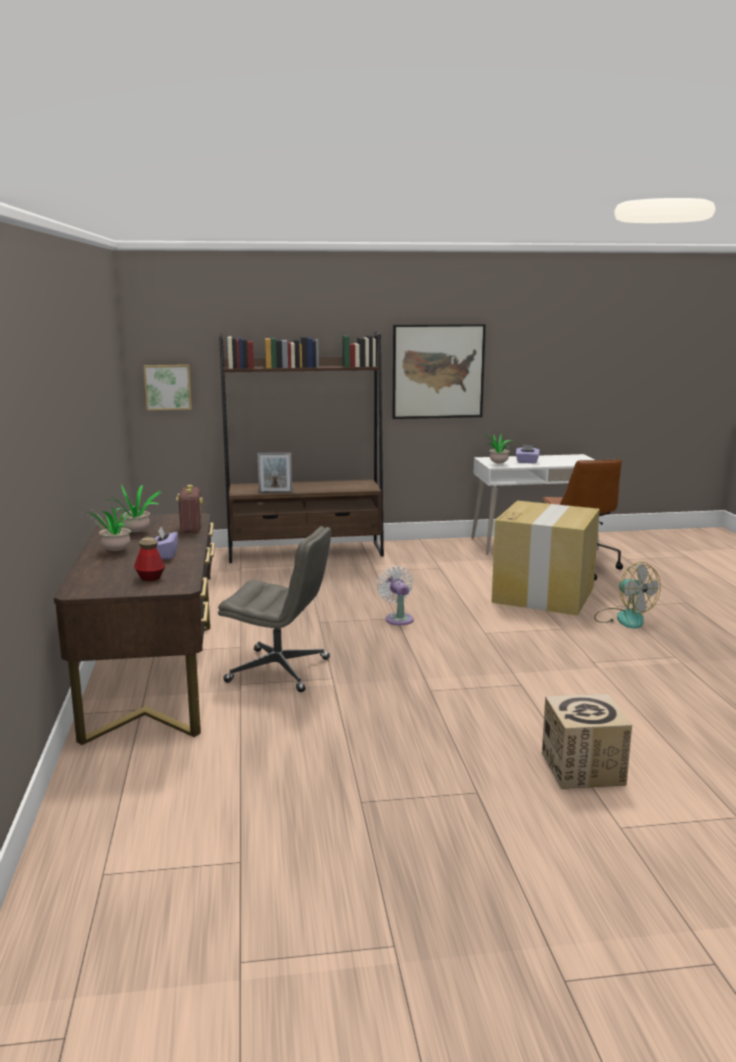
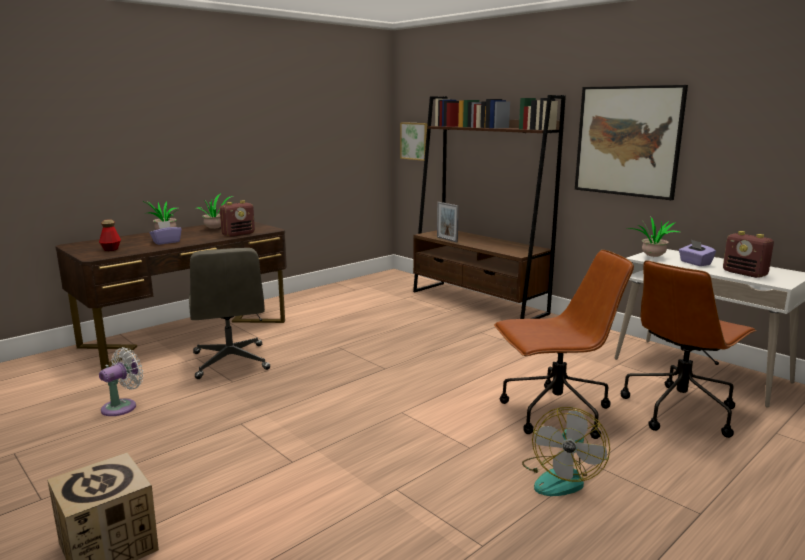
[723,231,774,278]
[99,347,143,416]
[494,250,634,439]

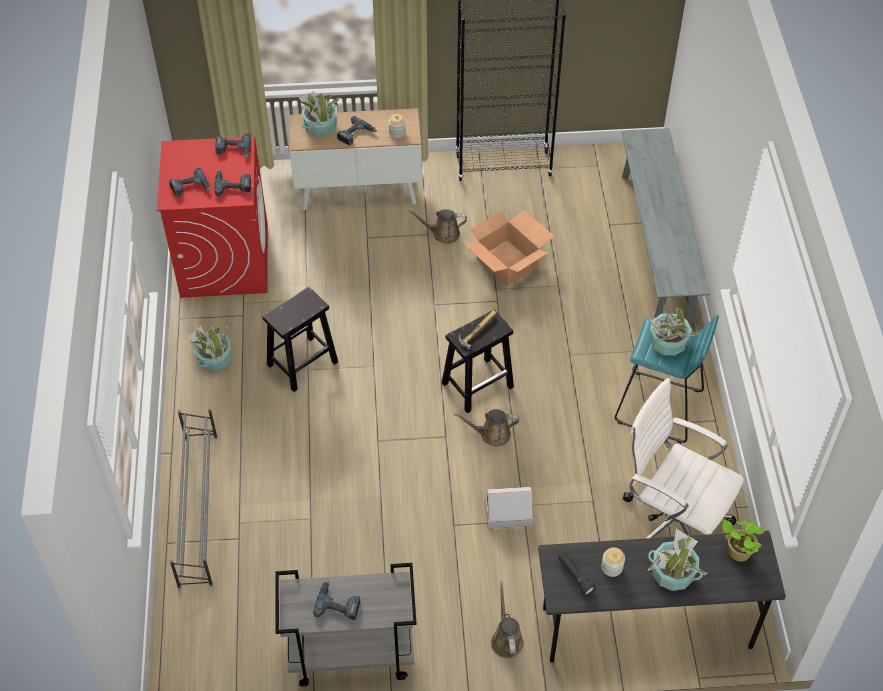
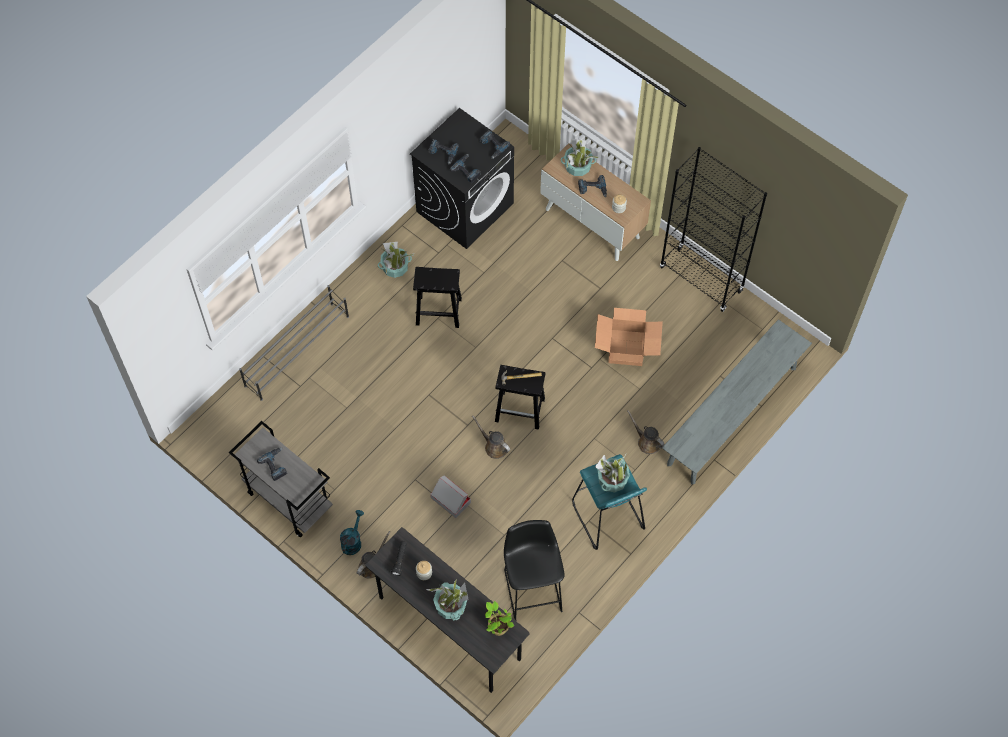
[340,510,364,555]
[627,410,665,454]
[504,520,565,621]
[410,108,514,249]

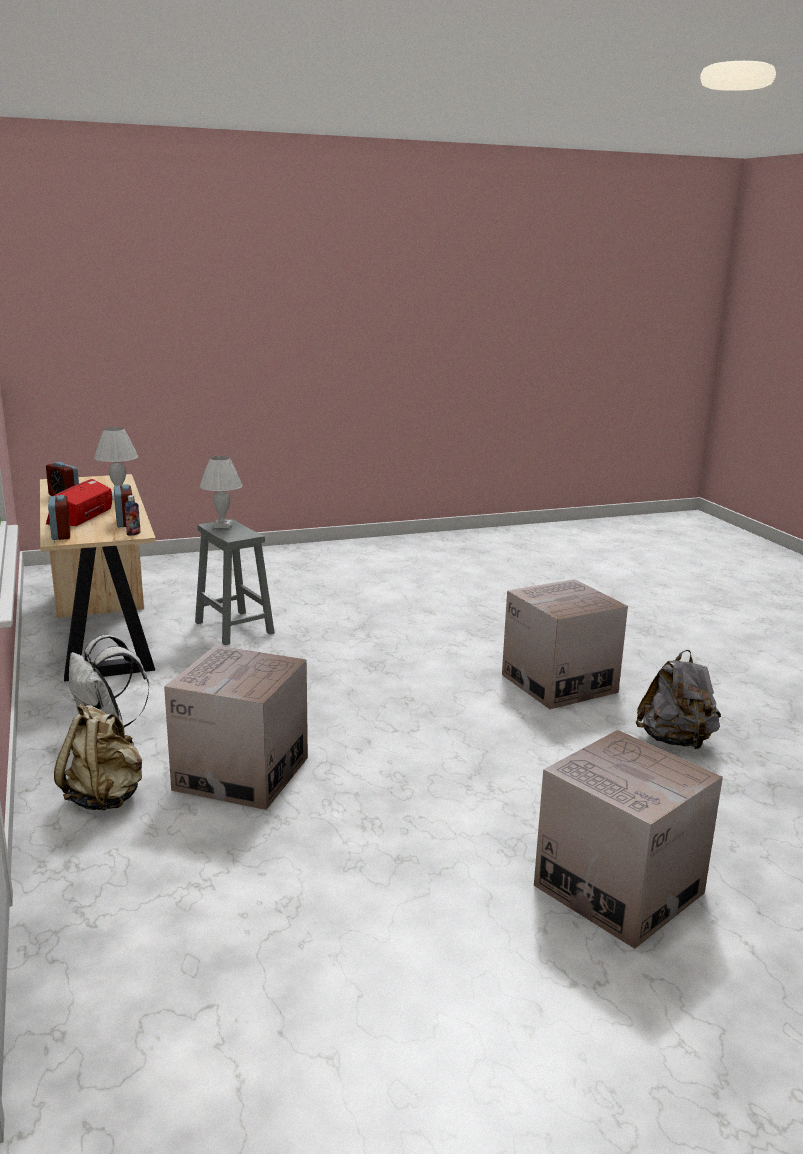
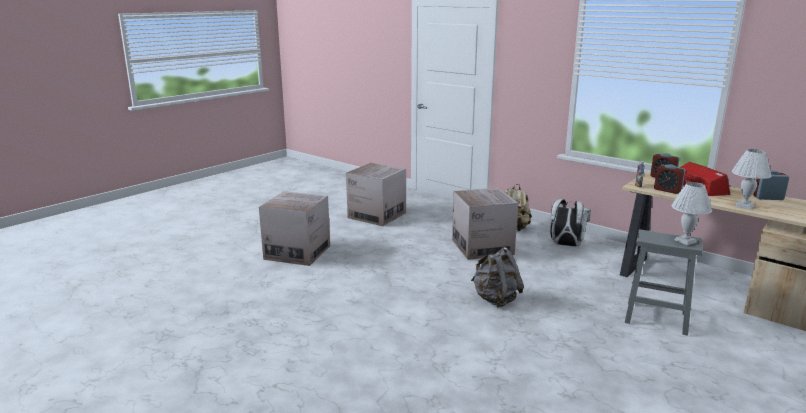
[346,163,406,226]
[471,247,524,308]

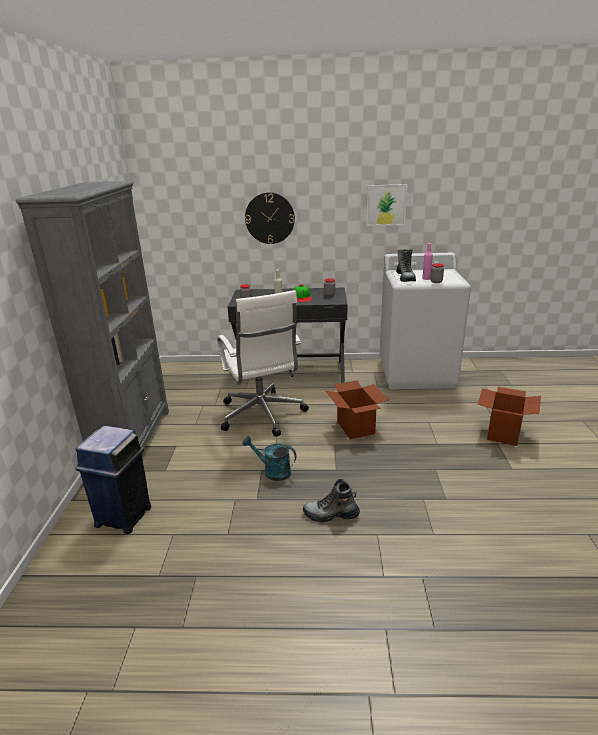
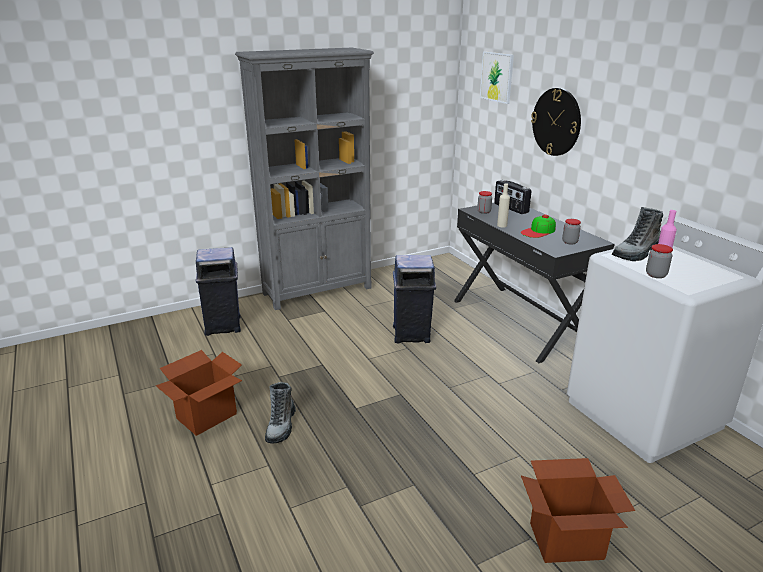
[242,436,296,481] (first image)
[494,180,531,214]
[156,350,242,436]
[480,51,514,104]
[393,255,436,343]
[265,382,296,444]

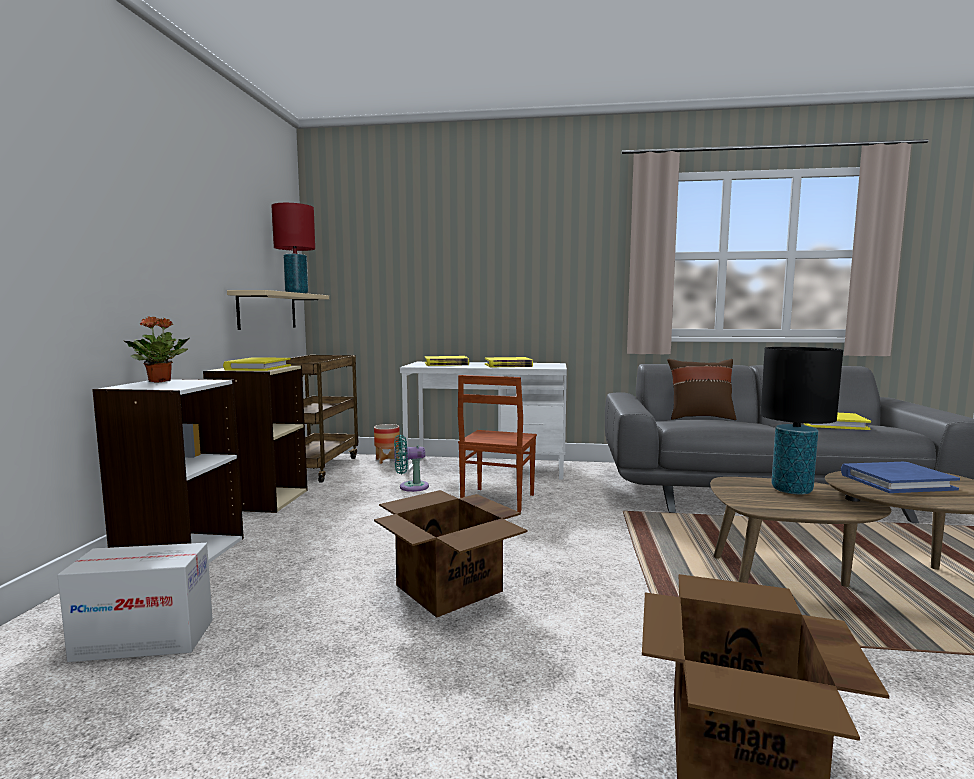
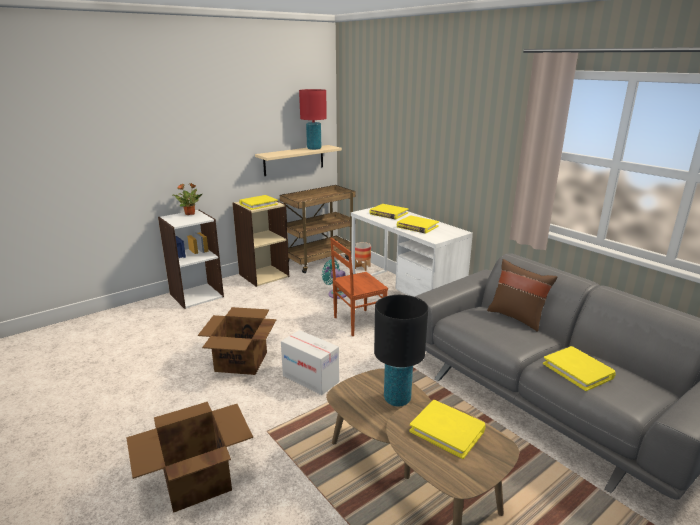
[281,330,339,395]
[409,400,486,459]

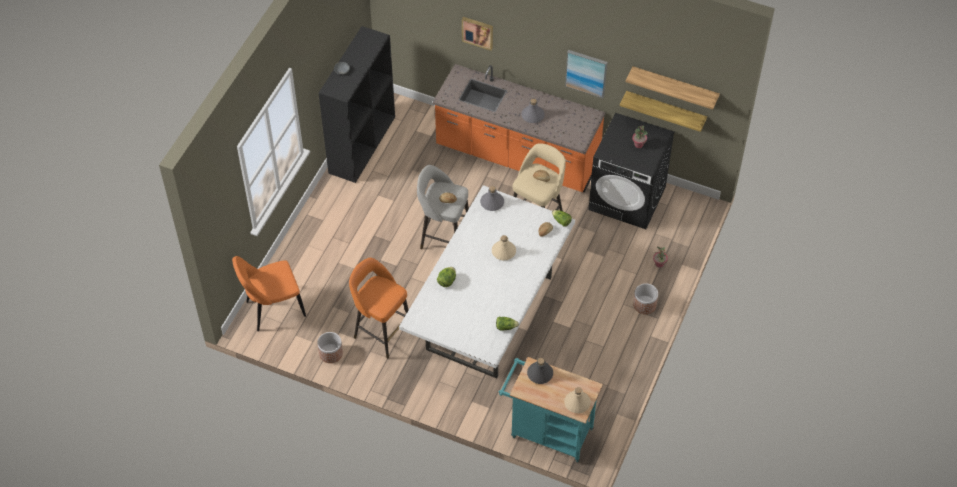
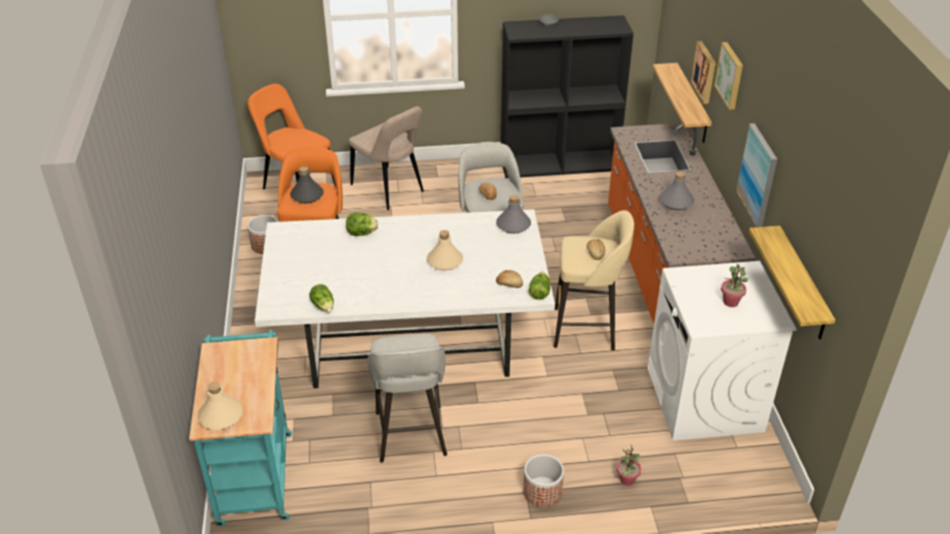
[349,106,424,210]
[368,333,447,463]
[714,42,743,110]
[290,166,324,203]
[653,63,712,143]
[647,261,797,441]

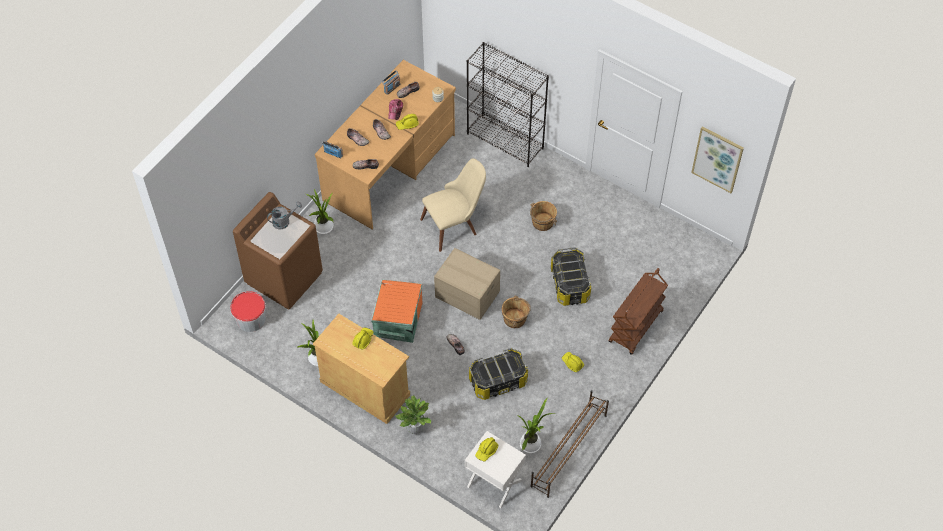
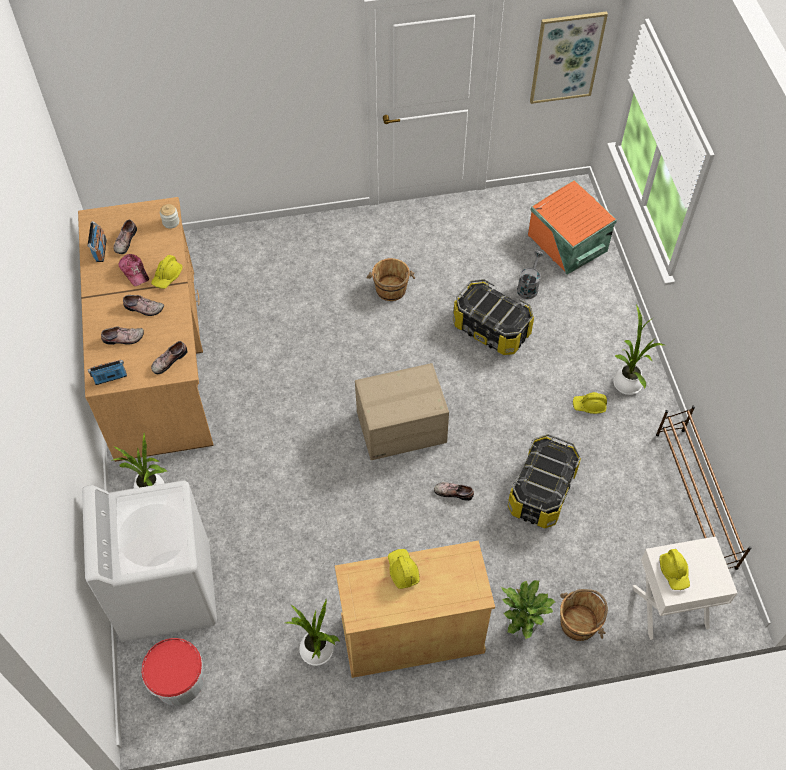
[420,158,486,252] (first image)
[467,42,549,167] (first image)
[609,268,668,355] (first image)
[517,251,543,299]
[528,180,617,274]
[560,589,608,641]
[613,304,664,395]
[82,481,217,641]

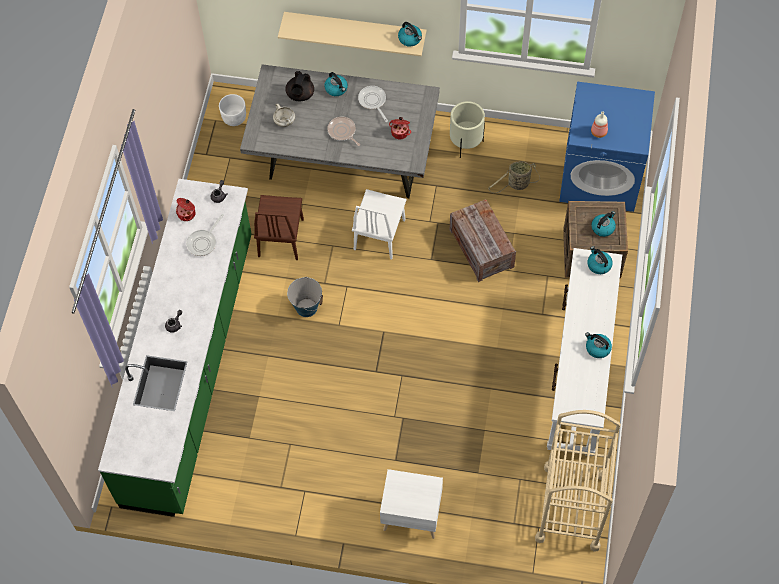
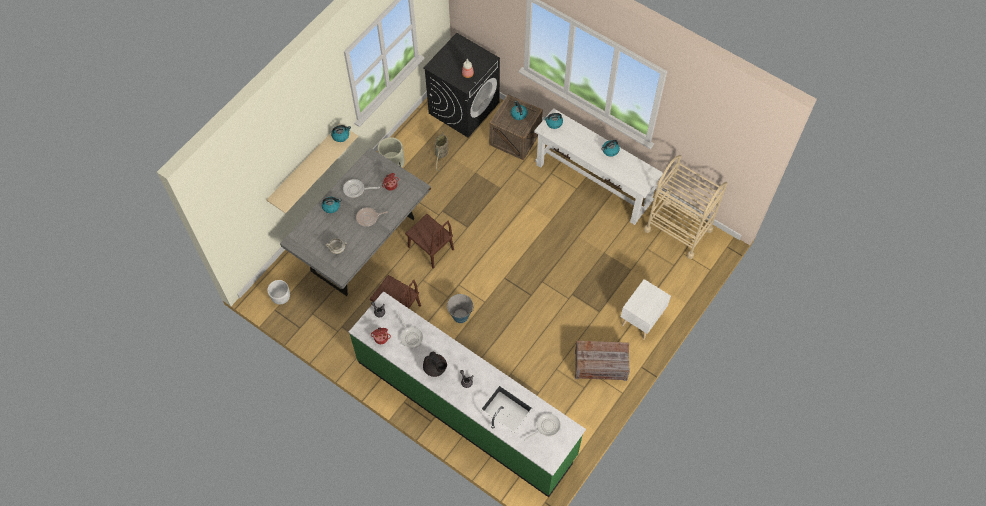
[524,413,561,441]
[423,352,447,377]
[575,341,630,381]
[405,214,454,269]
[423,33,500,137]

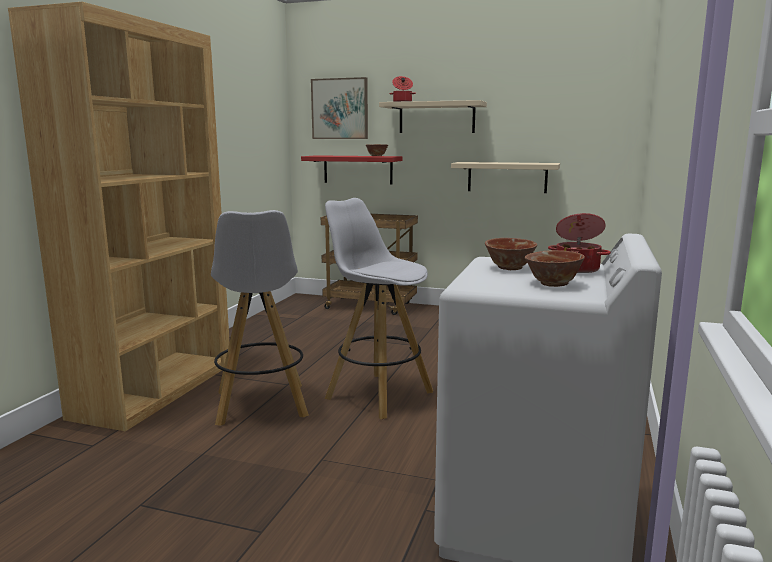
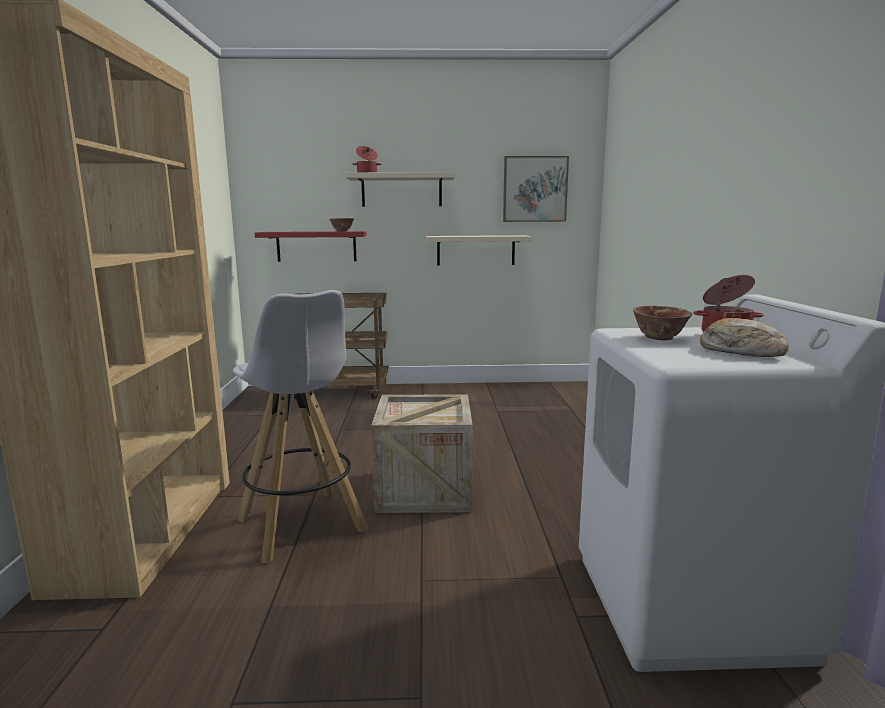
[503,156,569,222]
[371,394,473,513]
[700,318,789,357]

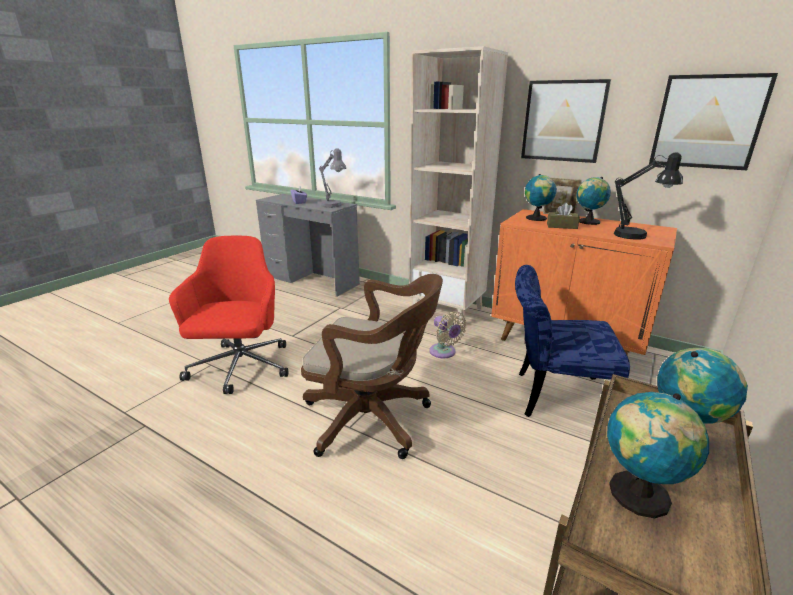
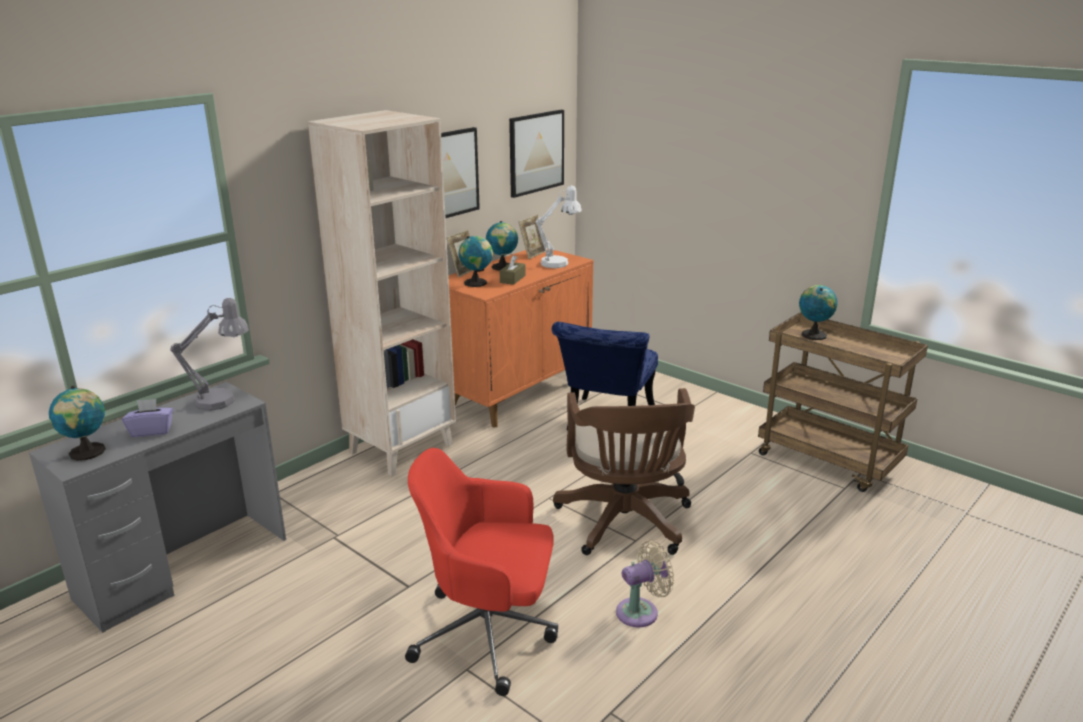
[519,215,546,259]
[616,541,674,627]
[49,386,105,461]
[535,185,582,268]
[553,388,695,555]

